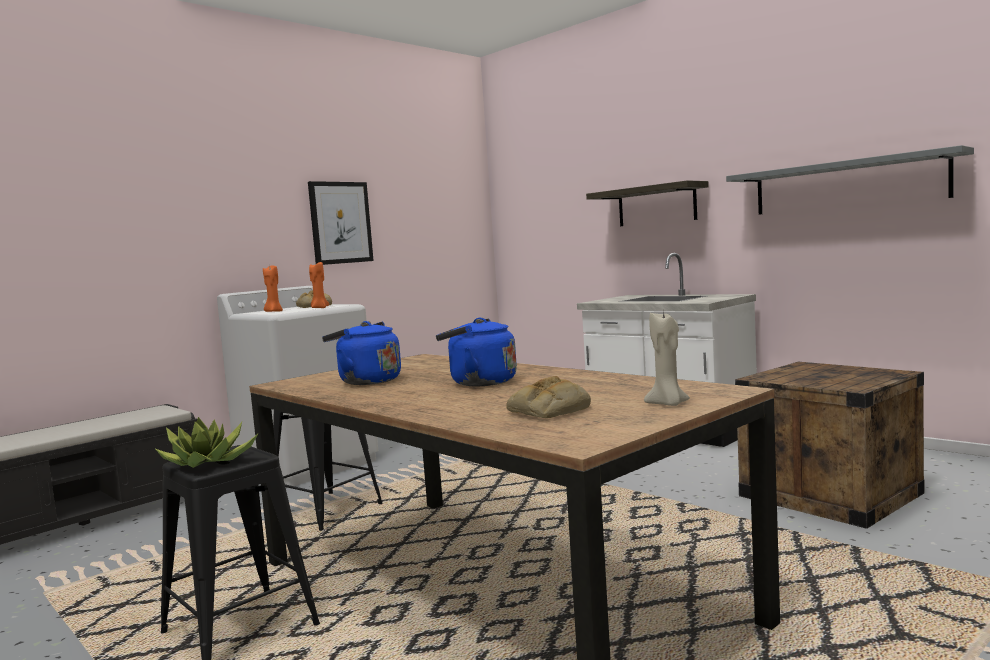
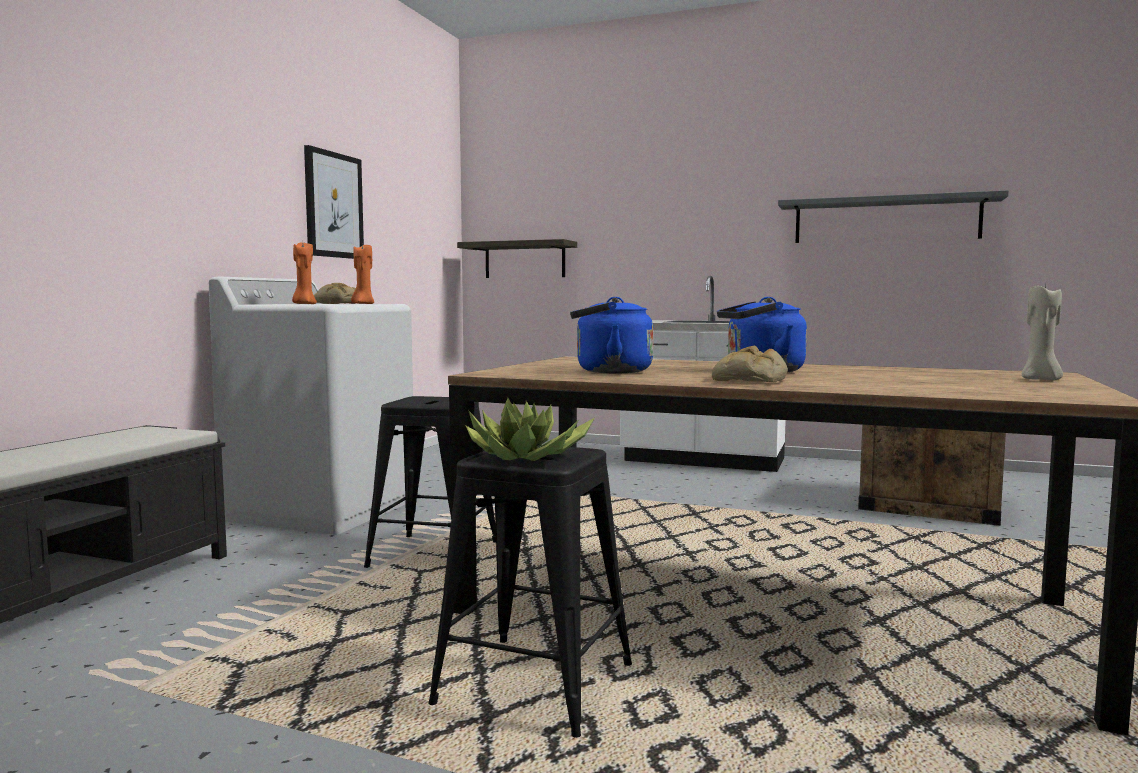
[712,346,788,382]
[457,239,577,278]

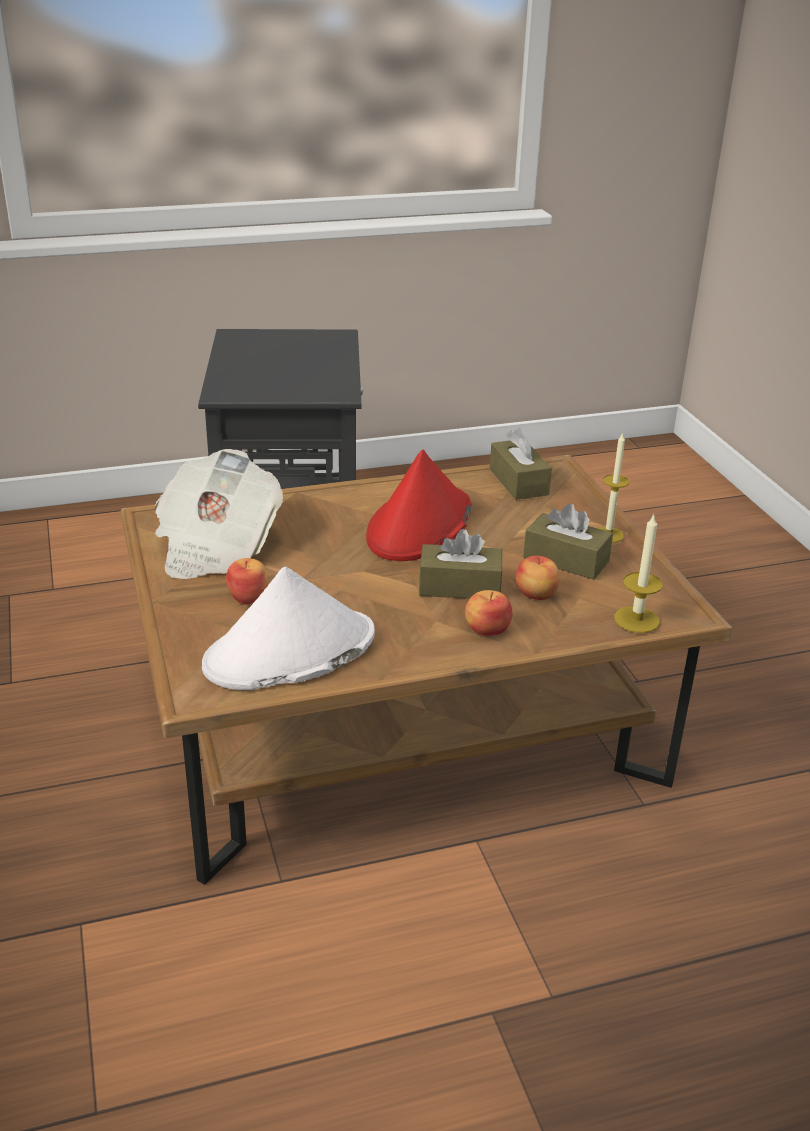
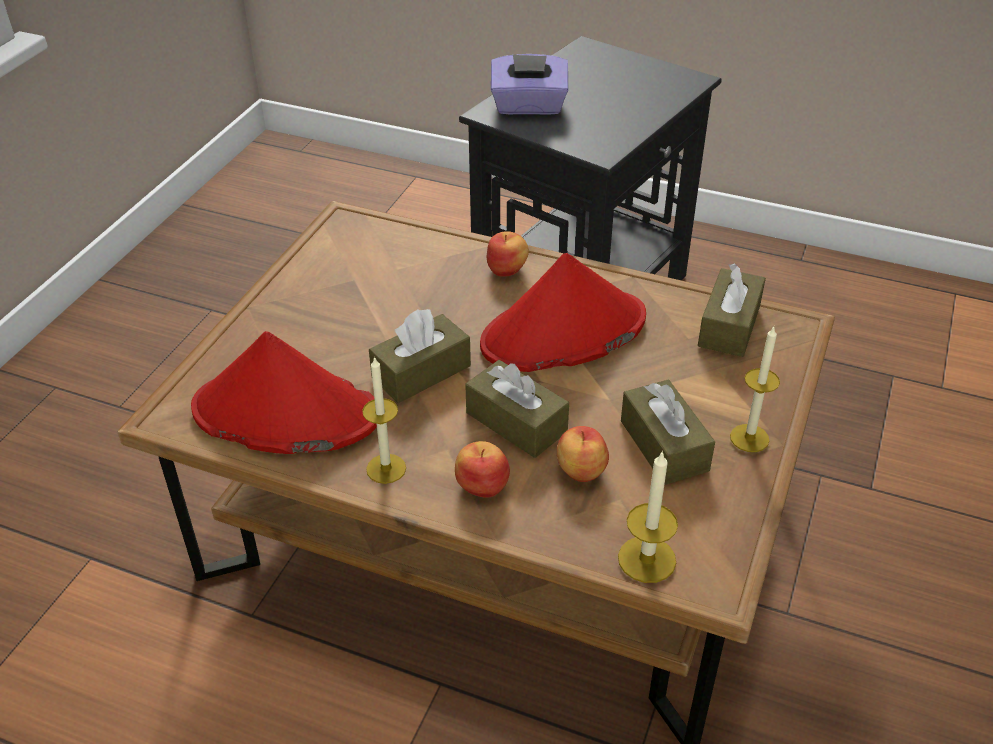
[154,449,283,579] (first image)
[362,356,406,484]
[369,309,471,403]
[491,54,568,115]
[487,231,529,277]
[191,331,377,454]

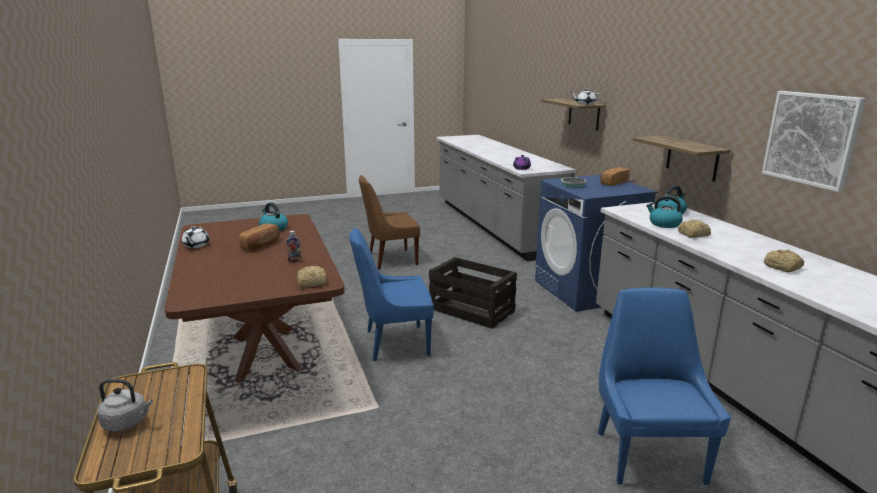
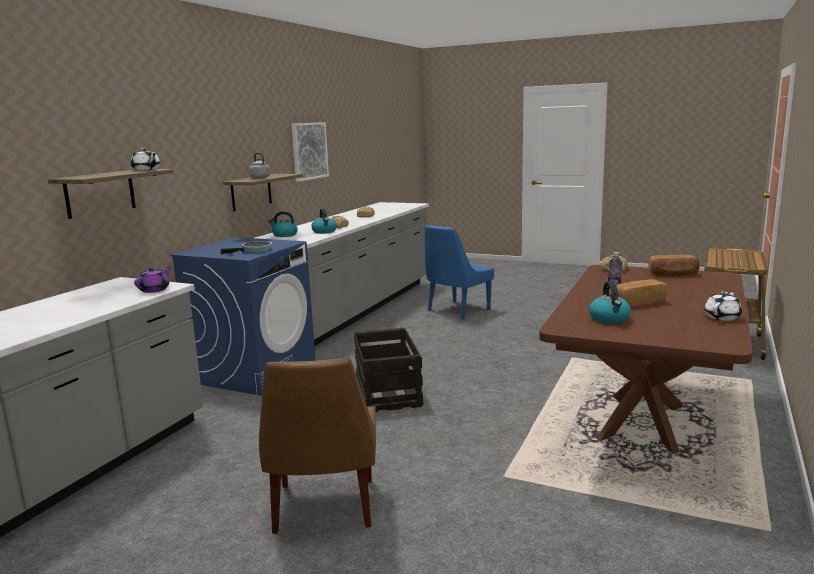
[349,227,434,361] (first image)
[249,152,270,179]
[649,255,700,276]
[259,358,376,534]

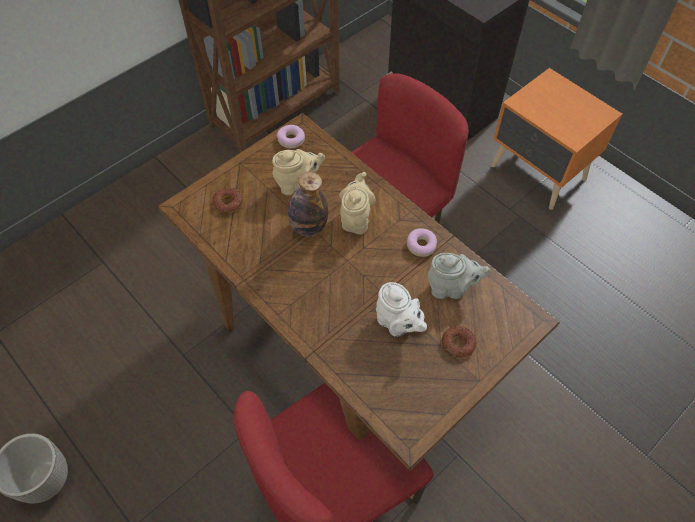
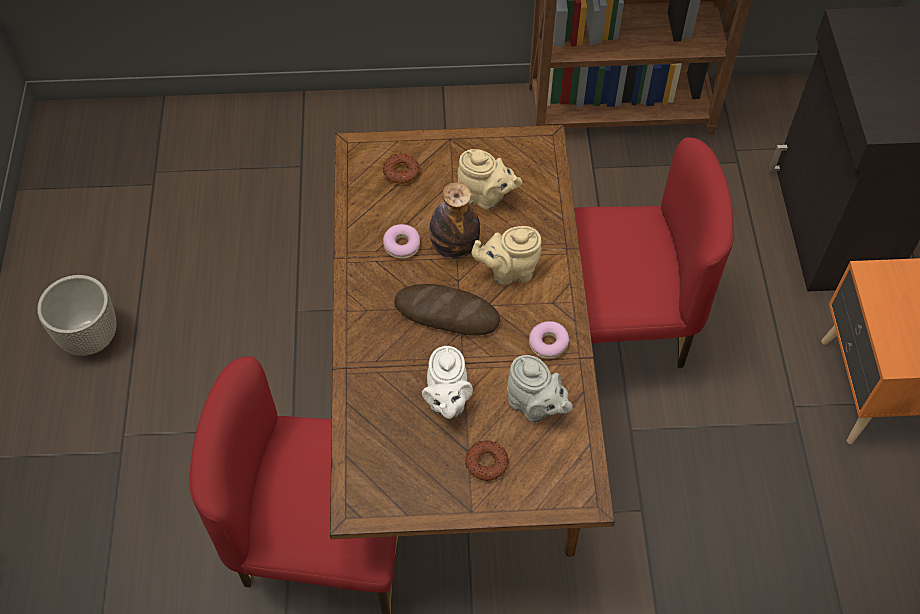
[394,284,500,336]
[383,224,420,259]
[472,226,542,285]

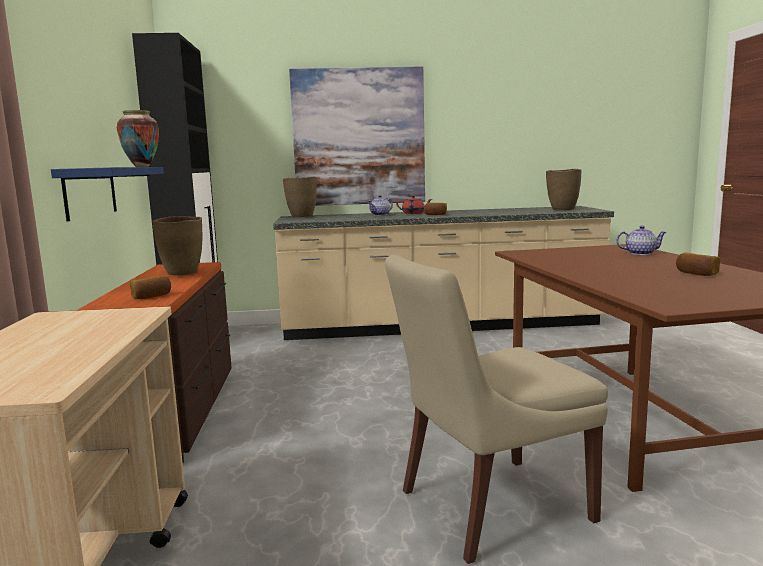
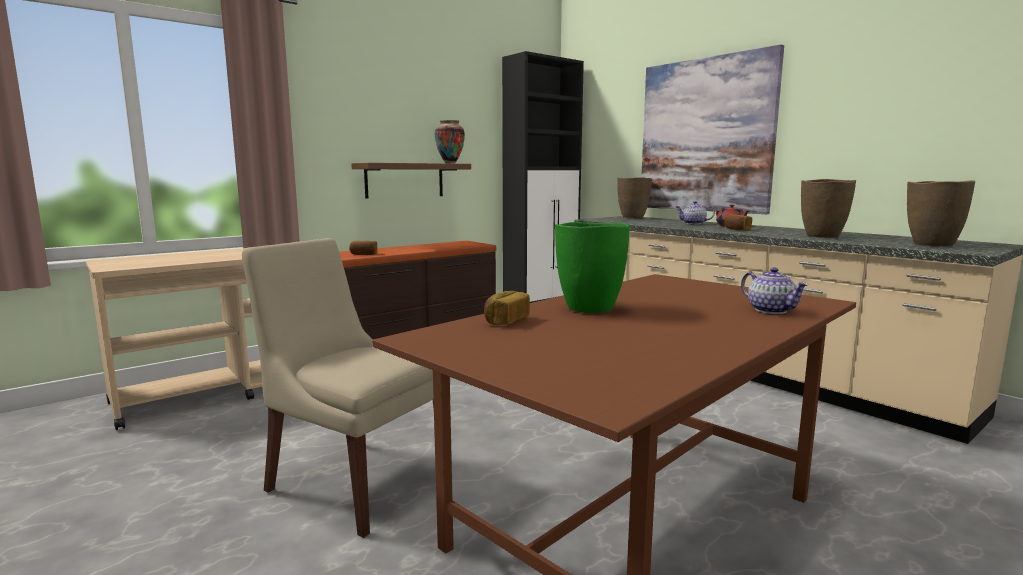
[555,222,630,313]
[801,179,856,238]
[484,291,530,325]
[351,163,471,199]

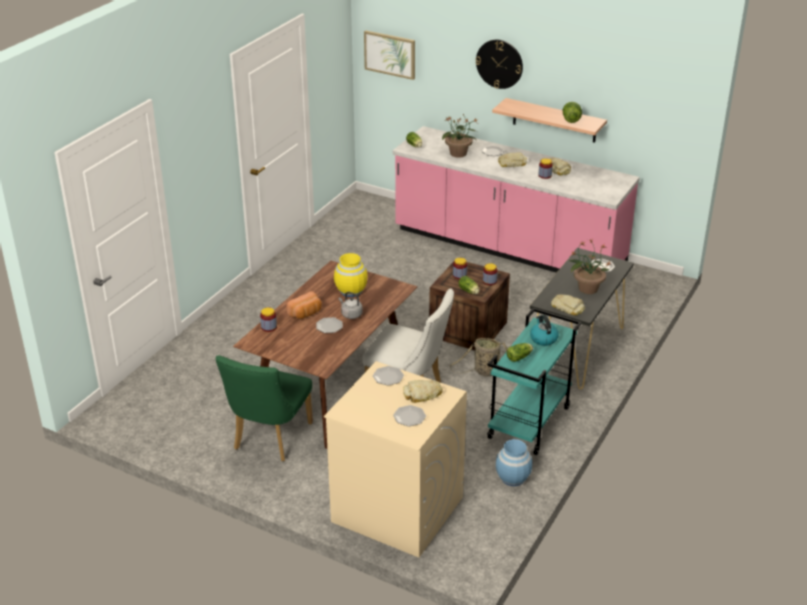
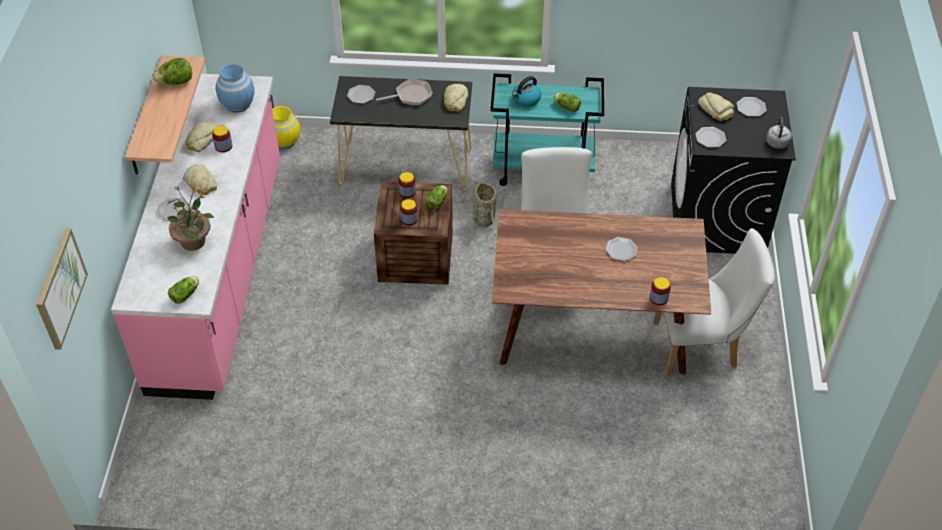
[286,291,322,319] (first image)
[476,39,523,89] (first image)
[272,106,300,149]
[766,117,792,149]
[216,64,255,113]
[376,79,433,105]
[654,228,775,375]
[671,87,796,254]

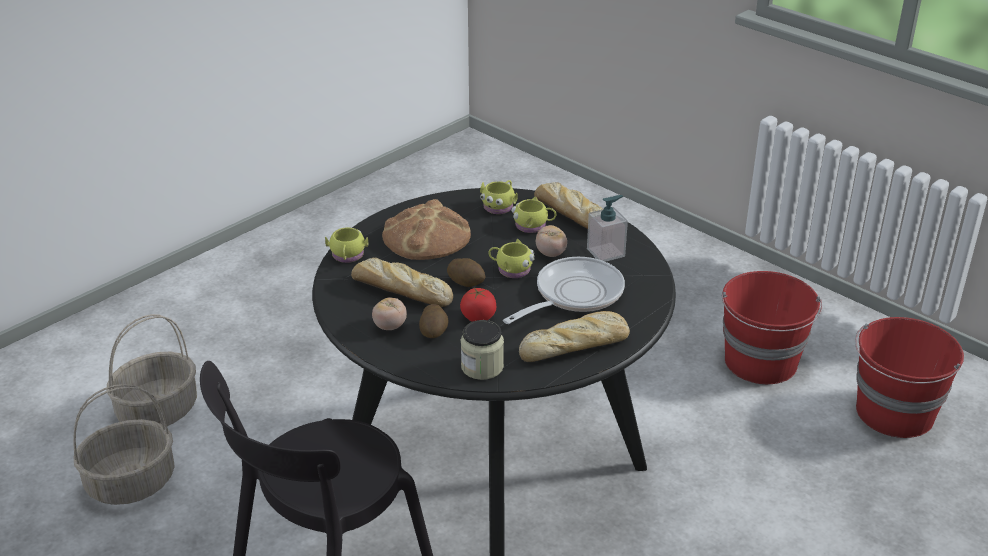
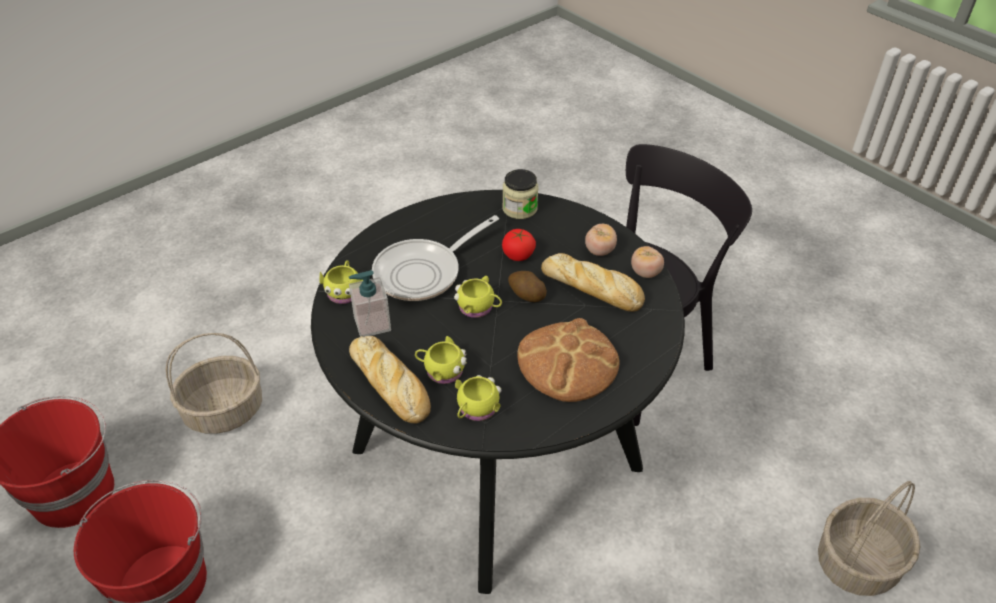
[419,304,449,338] (first image)
[519,311,630,362] (first image)
[166,333,262,434]
[320,260,364,304]
[631,246,664,278]

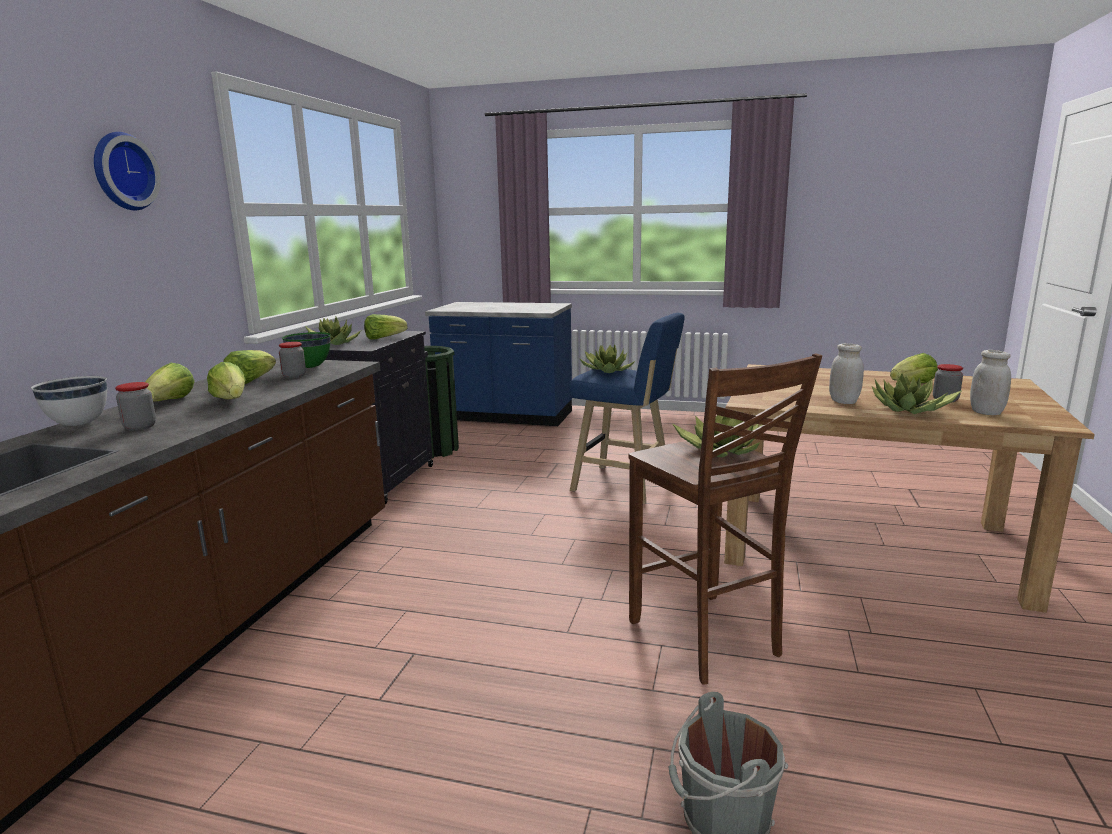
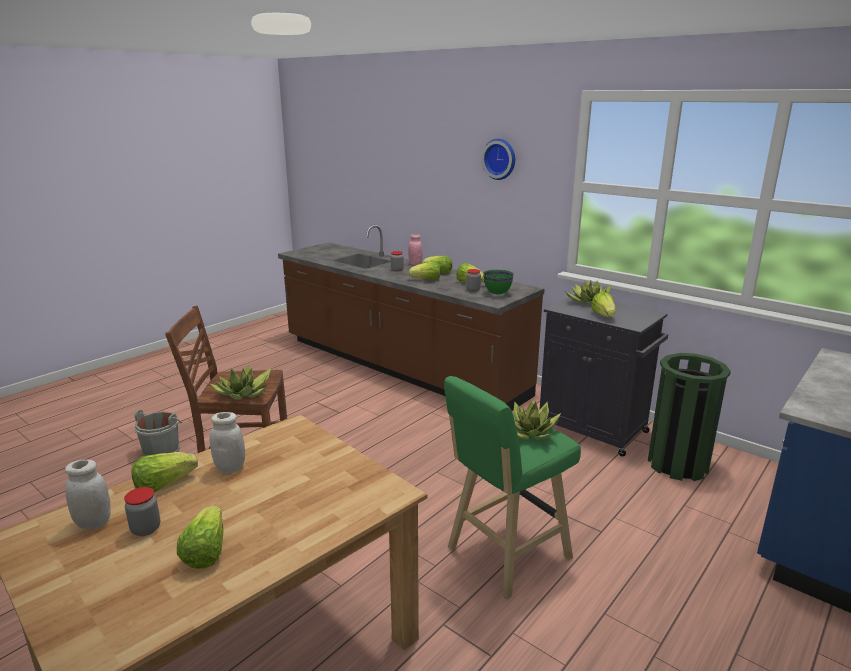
[408,234,422,265]
[131,452,198,493]
[444,376,581,599]

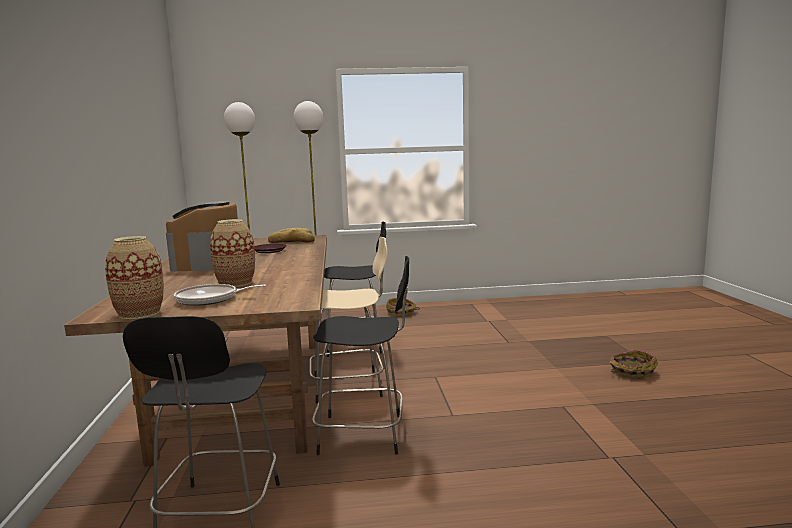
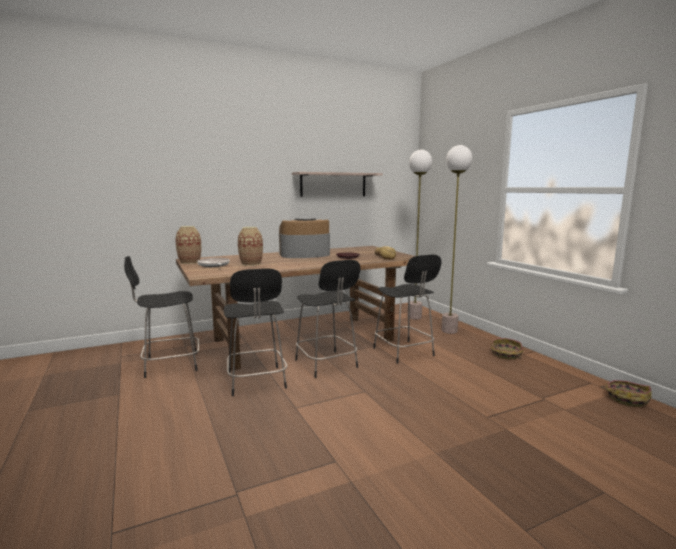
[292,172,383,197]
[600,380,652,407]
[295,260,360,378]

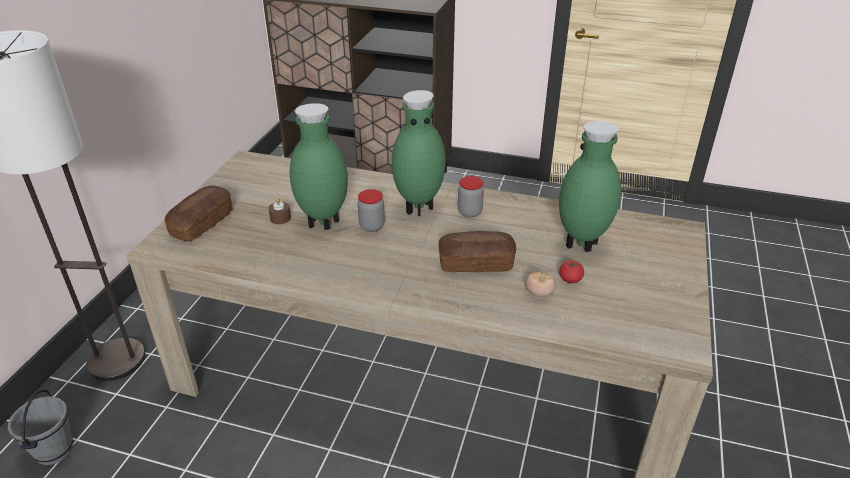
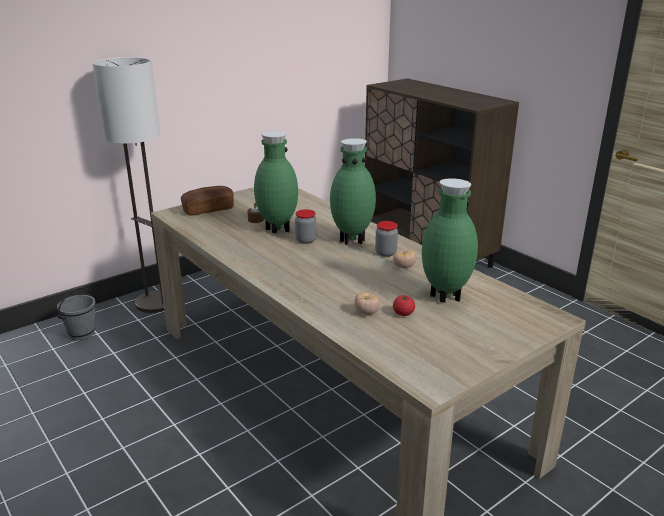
[439,231,516,272] (first image)
[393,250,417,268]

